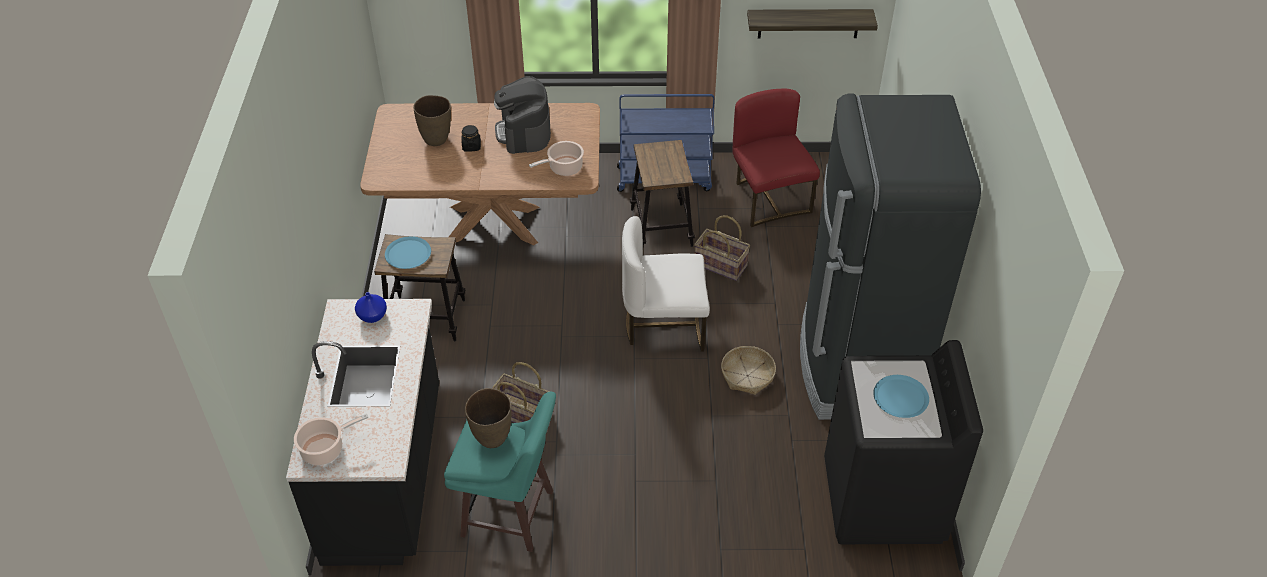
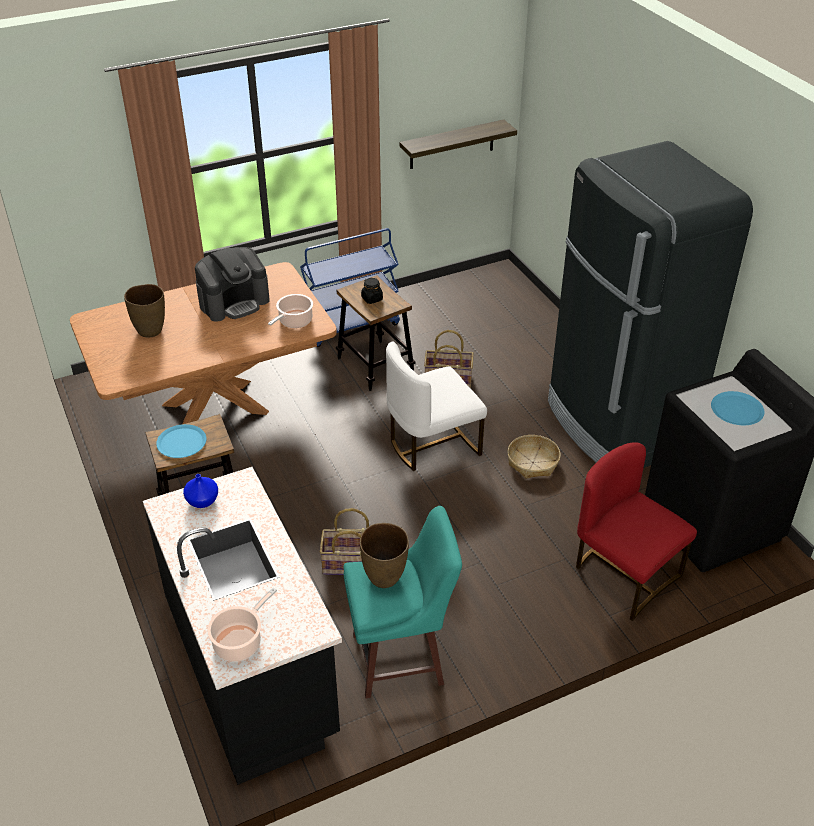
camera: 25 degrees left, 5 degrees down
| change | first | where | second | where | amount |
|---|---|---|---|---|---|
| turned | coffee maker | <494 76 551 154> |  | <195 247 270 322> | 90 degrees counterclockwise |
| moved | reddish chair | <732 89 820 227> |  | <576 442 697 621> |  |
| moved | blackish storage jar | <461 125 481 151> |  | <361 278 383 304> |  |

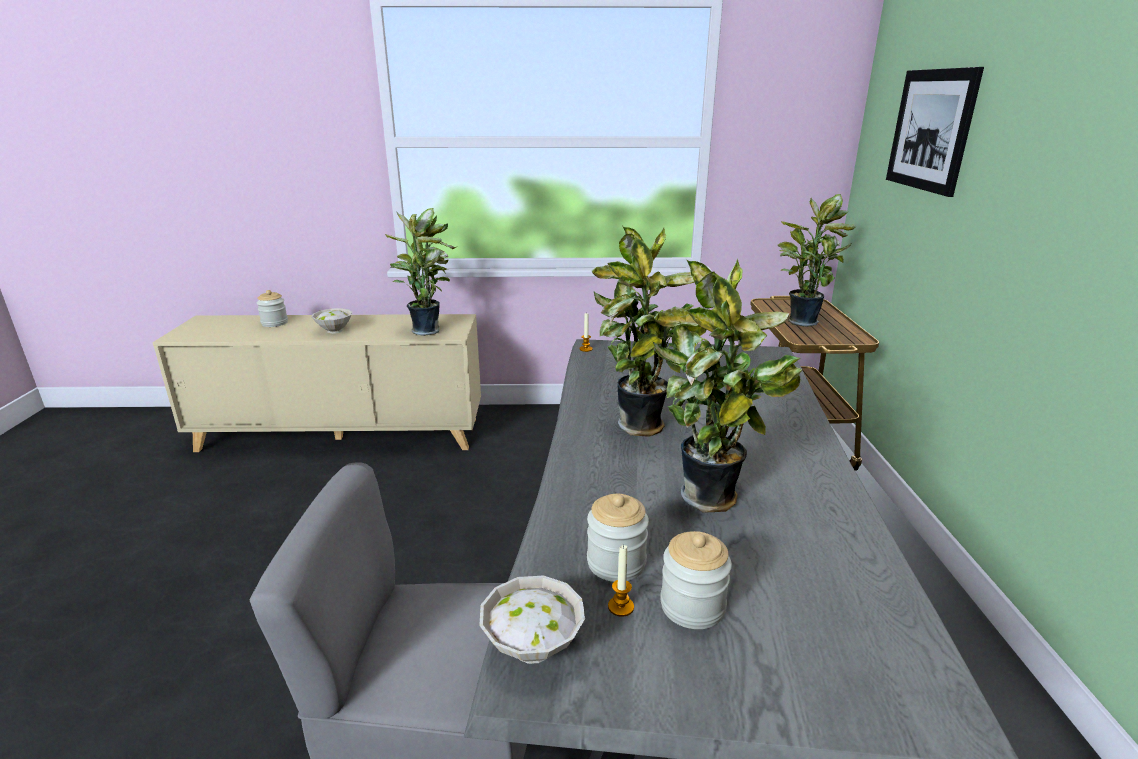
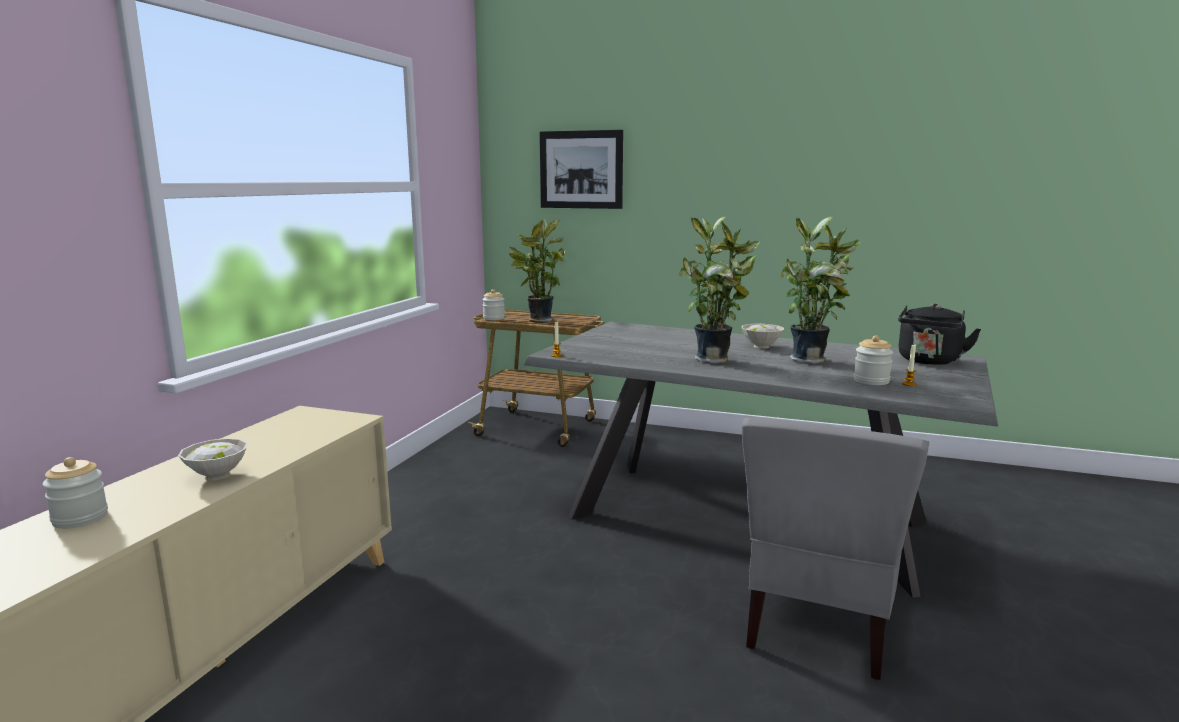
camera: 70 degrees left, 10 degrees down
| change | first | where | second | where | amount |
|---|---|---|---|---|---|
| removed | potted plant | <385 208 456 336> |  |  |  |
| moved | storage jar | <660 531 732 629> |  | <482 289 505 320> |  |
| moved | white-coloured deep dish | <479 575 585 664> |  | <741 324 784 349> |  |
| added |  |  | blackish tea kettle | <898 304 981 365> |  |

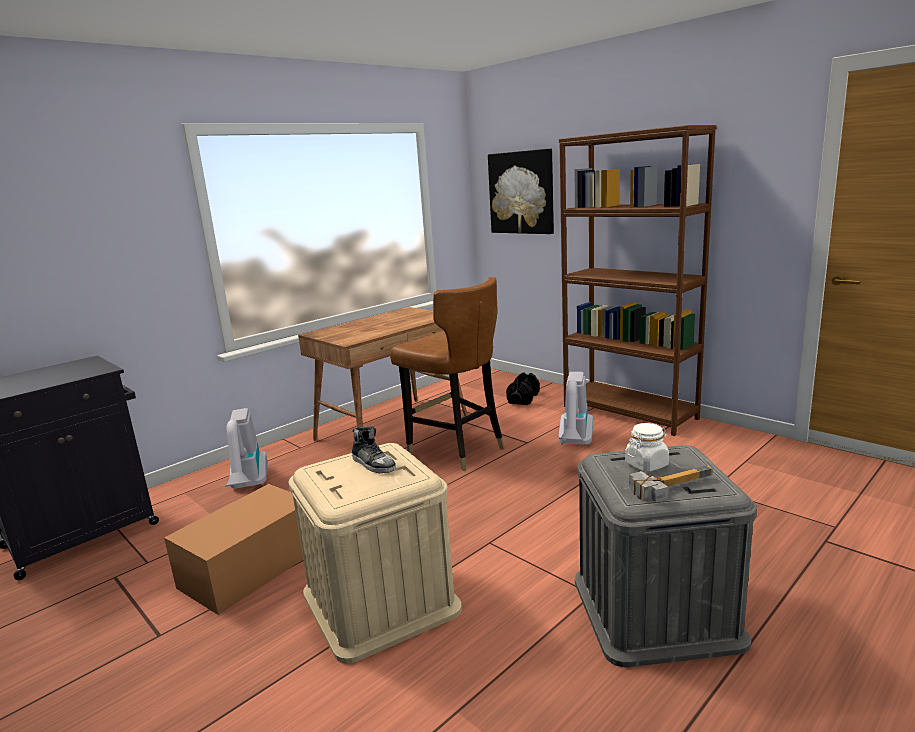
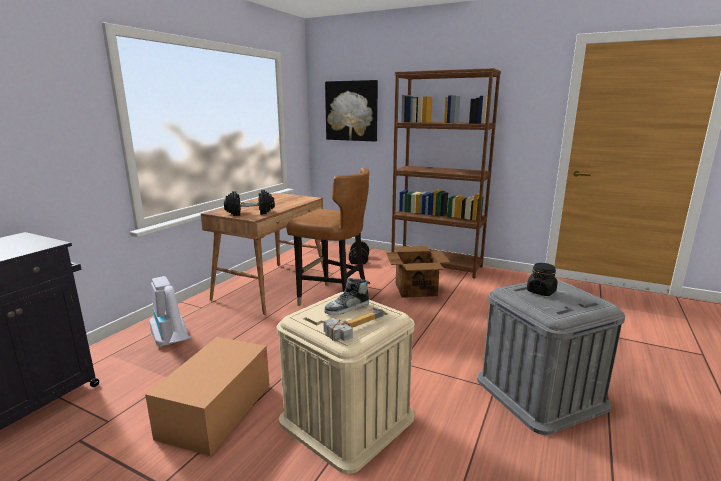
camera: 20 degrees left, 0 degrees up
| change | first | where | second | where | amount |
|---|---|---|---|---|---|
| replaced | vacuum | <558 372 593 446> | packing box | <386 246 451 298> |  |
| recoloured | white-coloured storage jar | <625 423 669 472> | blackish storage jar | <527 263 557 296> |  |
| turned | item of footwear | <352 426 396 474> |  | <324 278 370 315> | 120 degrees clockwise |
| moved | hammer | <629 465 713 502> |  | <323 309 384 341> |  |
| added |  |  | blackish hand weight | <224 190 275 216> |  |

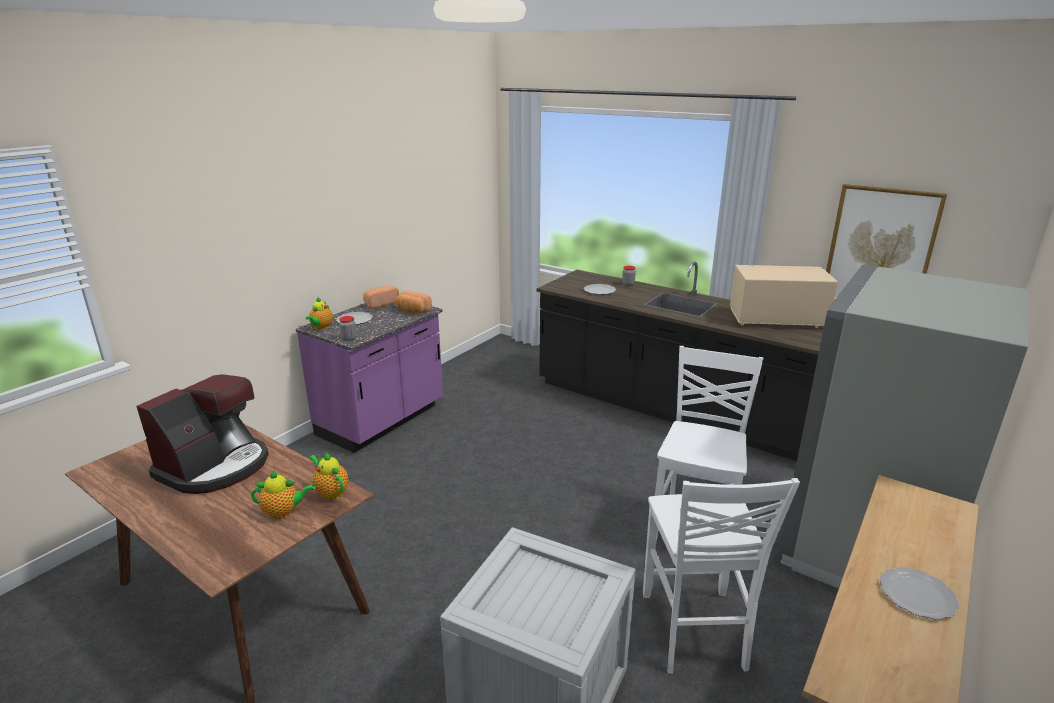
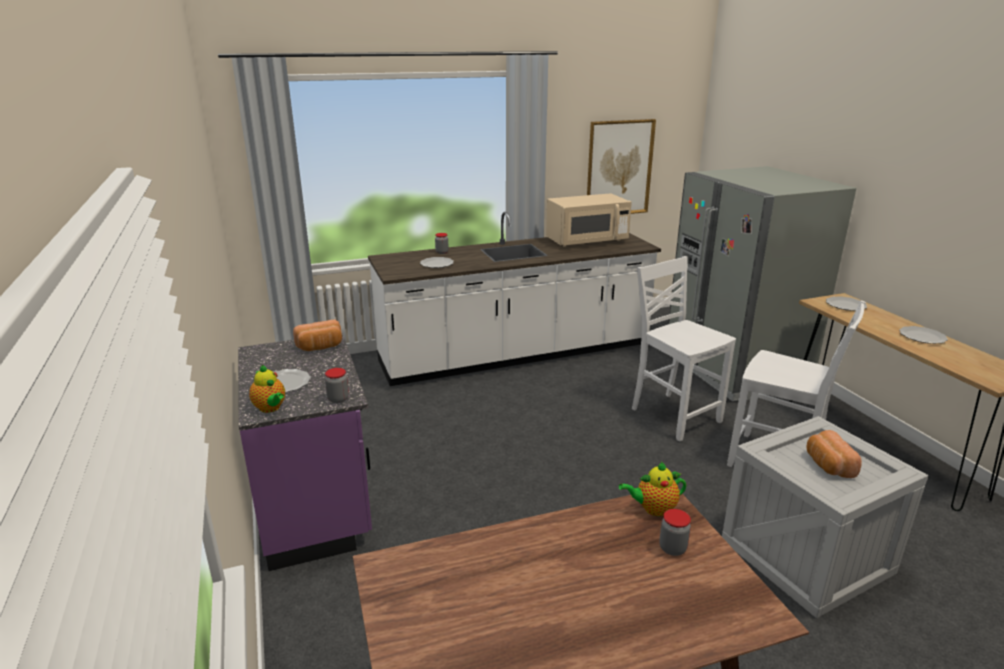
camera: 55 degrees left, 0 degrees up
| change | first | where | second | where | amount |
|---|---|---|---|---|---|
| recoloured | blackish kitchen counter | <537 262 824 461> | white-coloured kitchen counter | <368 212 661 386> |  |
| turned | sand-coloured kitchen microwave | <730 265 838 328> |  | <546 193 632 247> | 150 degrees counterclockwise |
| moved | bakery bread | <363 286 399 309> |  | <806 430 862 478> |  |
| removed | coffee maker | <136 374 269 494> |  |  |  |
| replaced | tea pot | <251 471 316 519> | storage jar | <659 509 691 556> |  |
| added |  |  | flat dish | <826 296 867 311> |  |

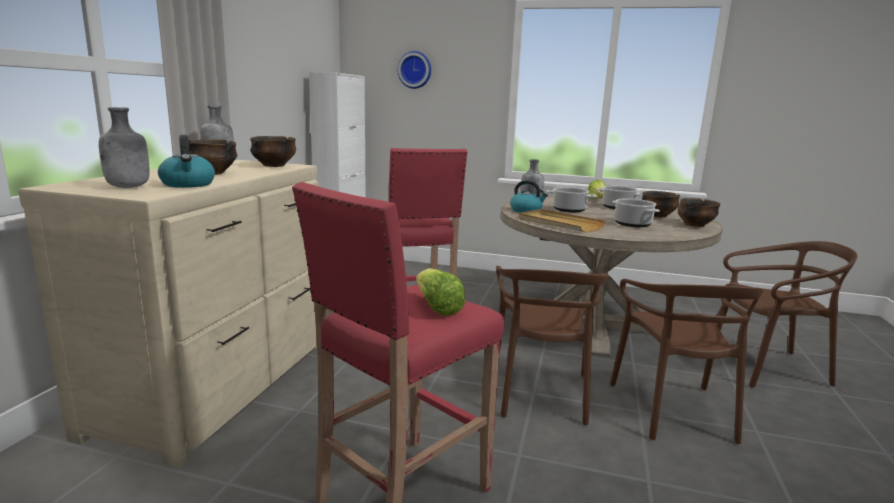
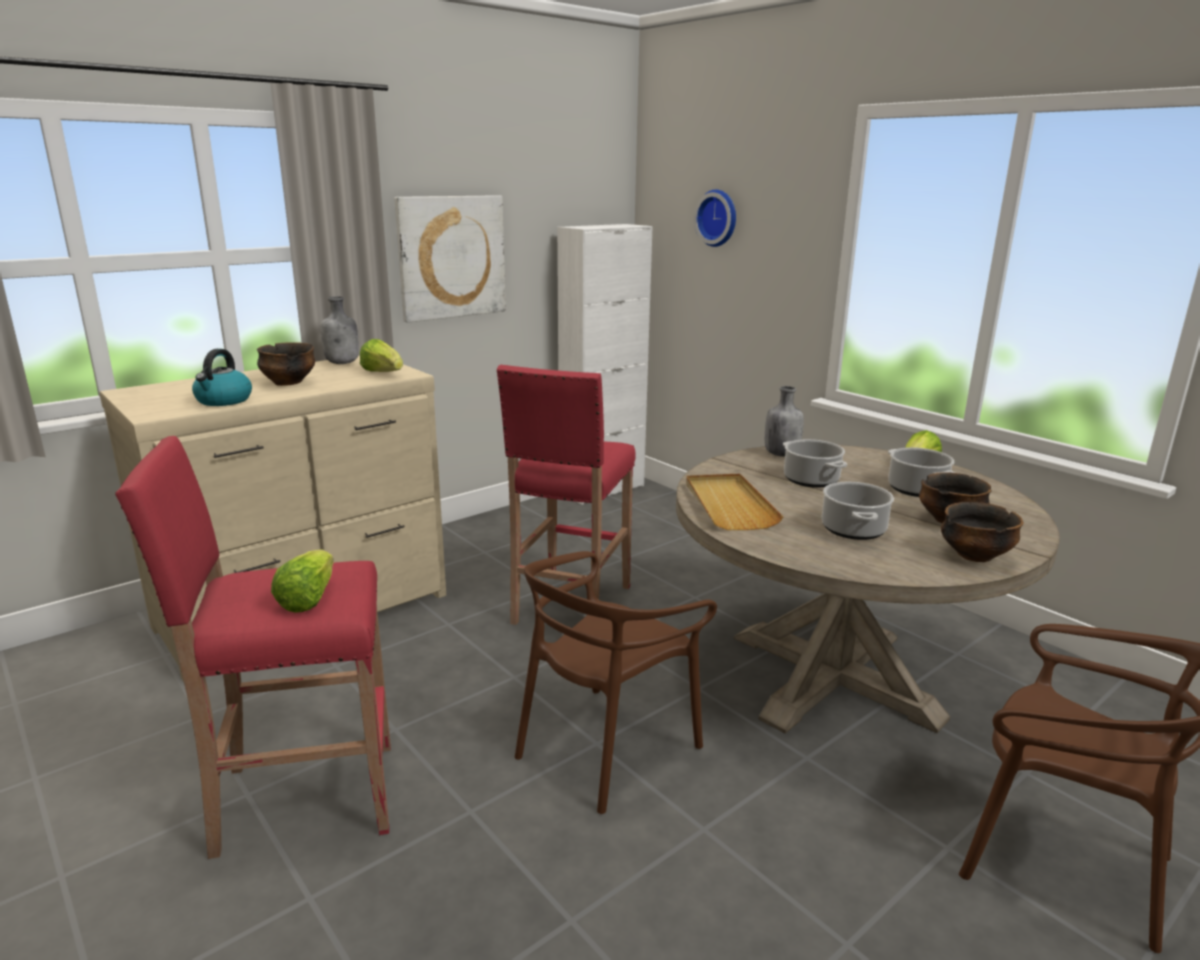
camera: 35 degrees right, 5 degrees up
| change | first | where | second | where | amount |
|---|---|---|---|---|---|
| removed | gray bottle | <99 107 150 188> |  |  |  |
| replaced | deep dish | <250 136 296 167> | lettuce | <360 339 403 372> |  |
| removed | tea kettle | <510 180 548 213> |  |  |  |
| removed | brownish chair | <610 279 764 444> |  |  |  |
| added |  |  | wall art | <394 195 506 323> |  |

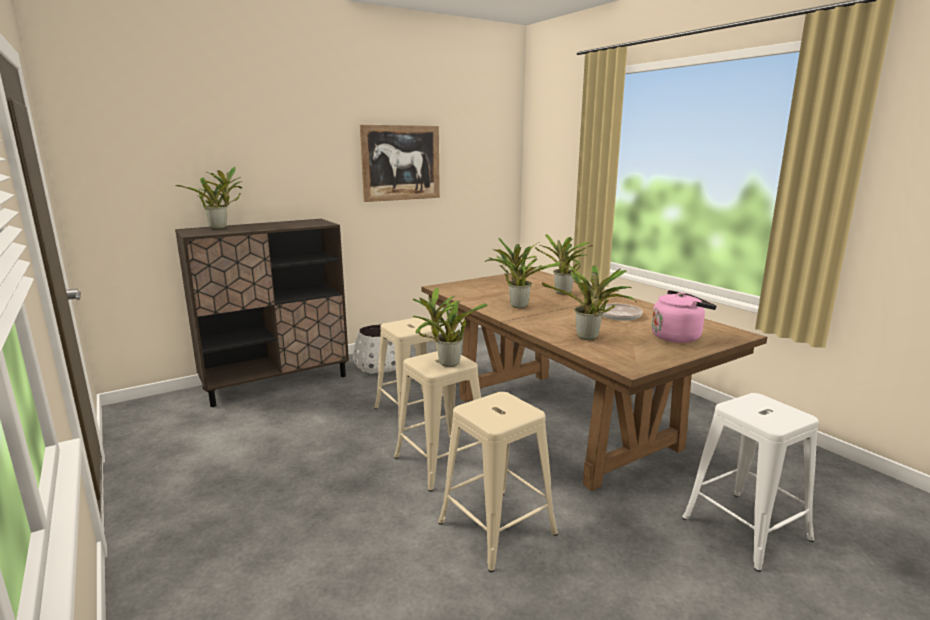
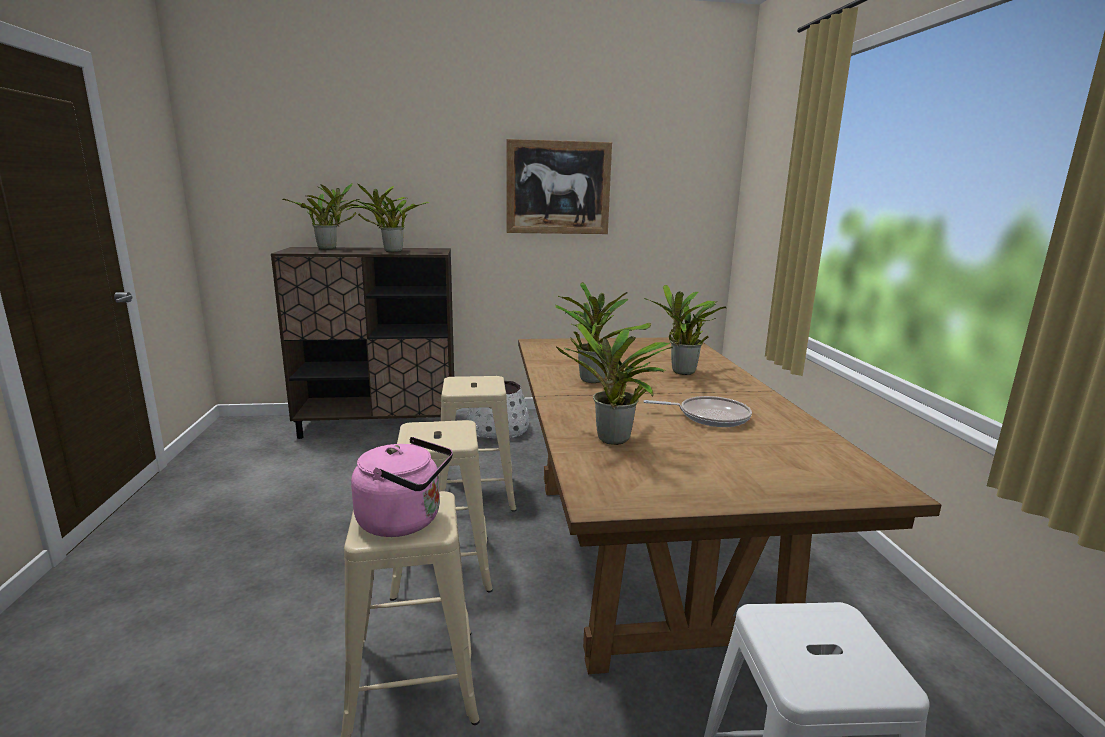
camera: 25 degrees right, 0 degrees up
| change | first | where | second | where | amount |
|---|---|---|---|---|---|
| moved | potted plant | <413 288 488 367> |  | <346 183 429 252> |  |
| moved | pink-coloured tea kettle | <652 290 717 343> |  | <351 437 453 537> |  |

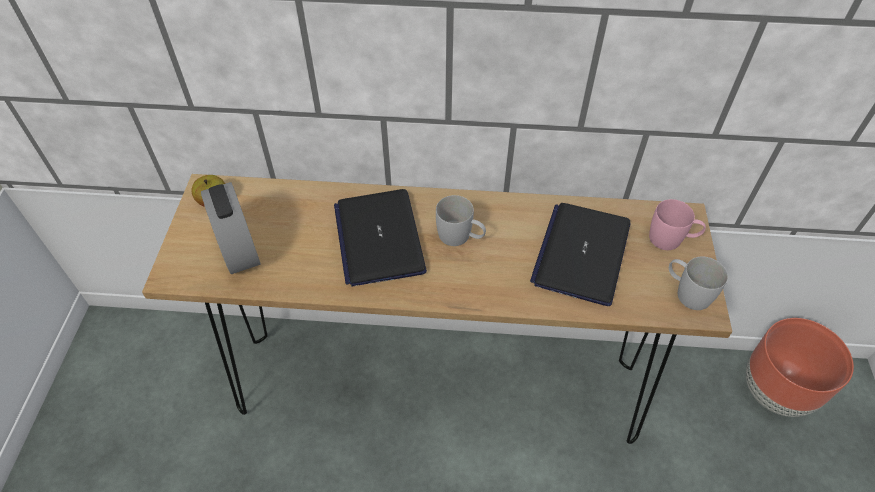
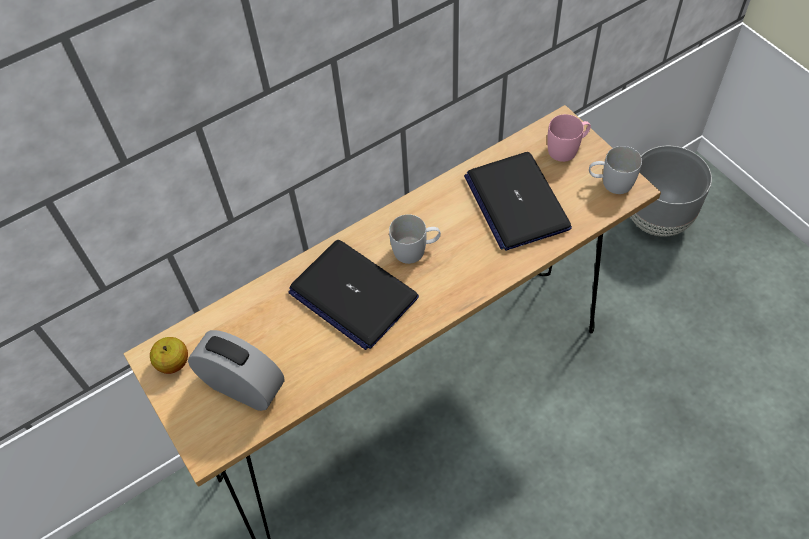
camera: 35 degrees left, 5 degrees up
| change | first | where | second | where | amount |
|---|---|---|---|---|---|
| recoloured | brownish flower pot | <746 318 854 417> | gray flower pot | <630 146 712 237> |  |

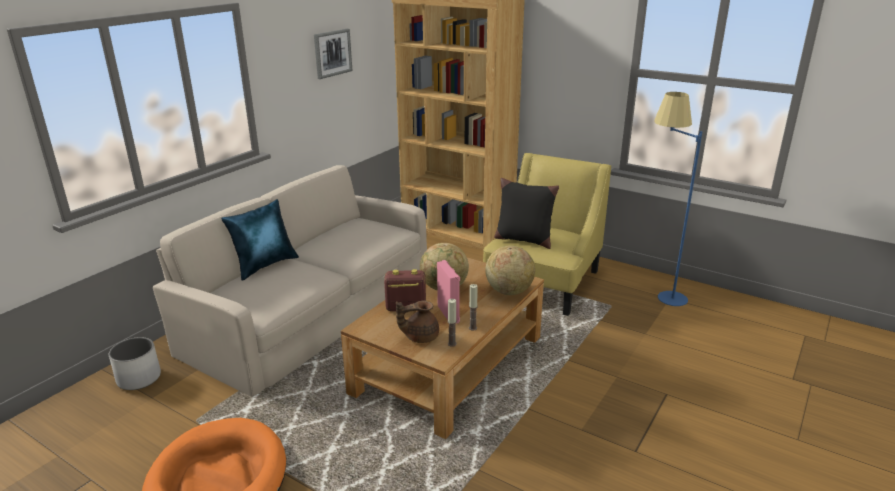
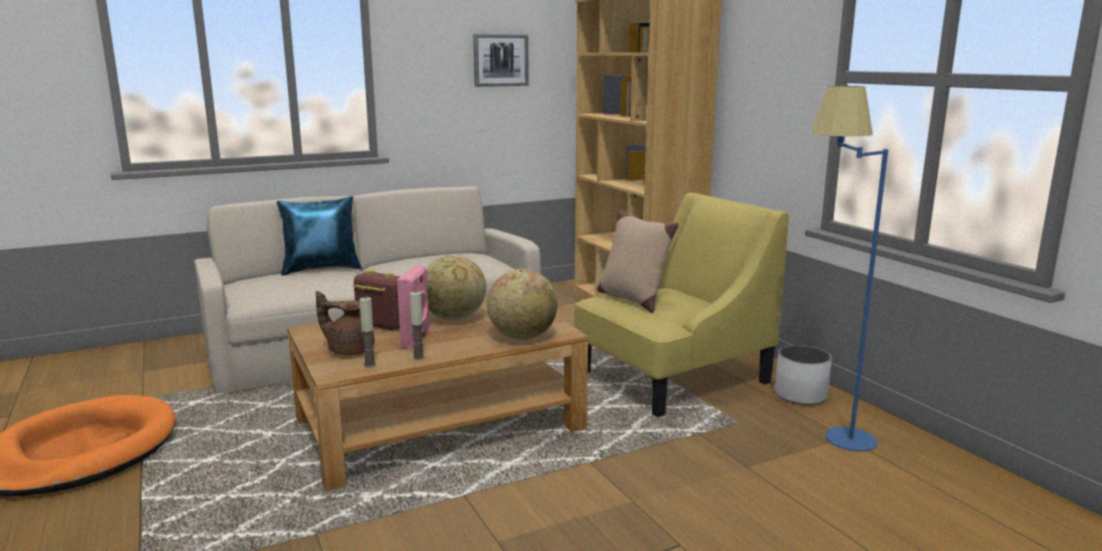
camera: 30 degrees right, 10 degrees down
| change | first | where | second | where | amount |
|---|---|---|---|---|---|
| recoloured | blackish pillow | <494 178 559 249> | sand-coloured pillow | <597 210 679 313> |  |
| moved | white-coloured flower pot | <109 337 161 390> |  | <775 345 832 405> |  |

